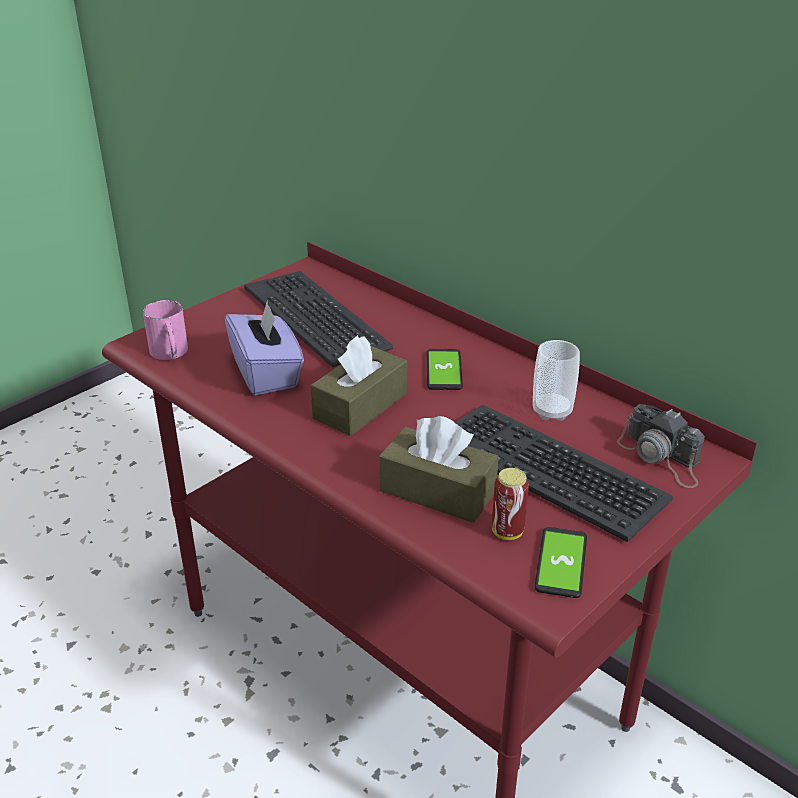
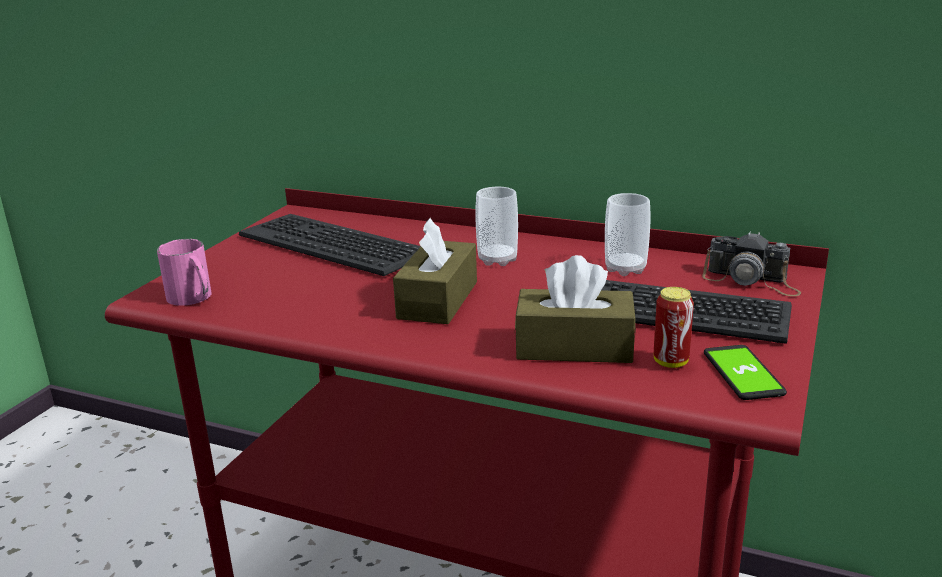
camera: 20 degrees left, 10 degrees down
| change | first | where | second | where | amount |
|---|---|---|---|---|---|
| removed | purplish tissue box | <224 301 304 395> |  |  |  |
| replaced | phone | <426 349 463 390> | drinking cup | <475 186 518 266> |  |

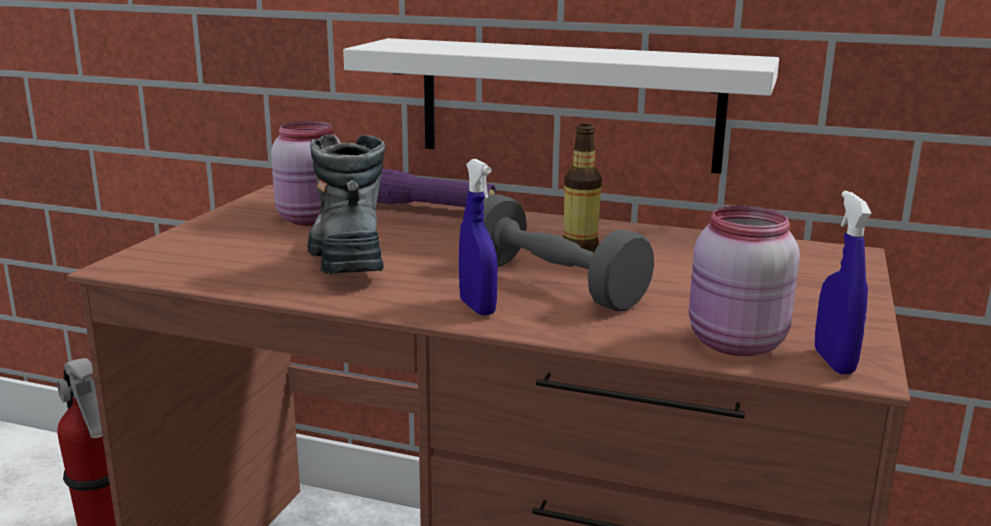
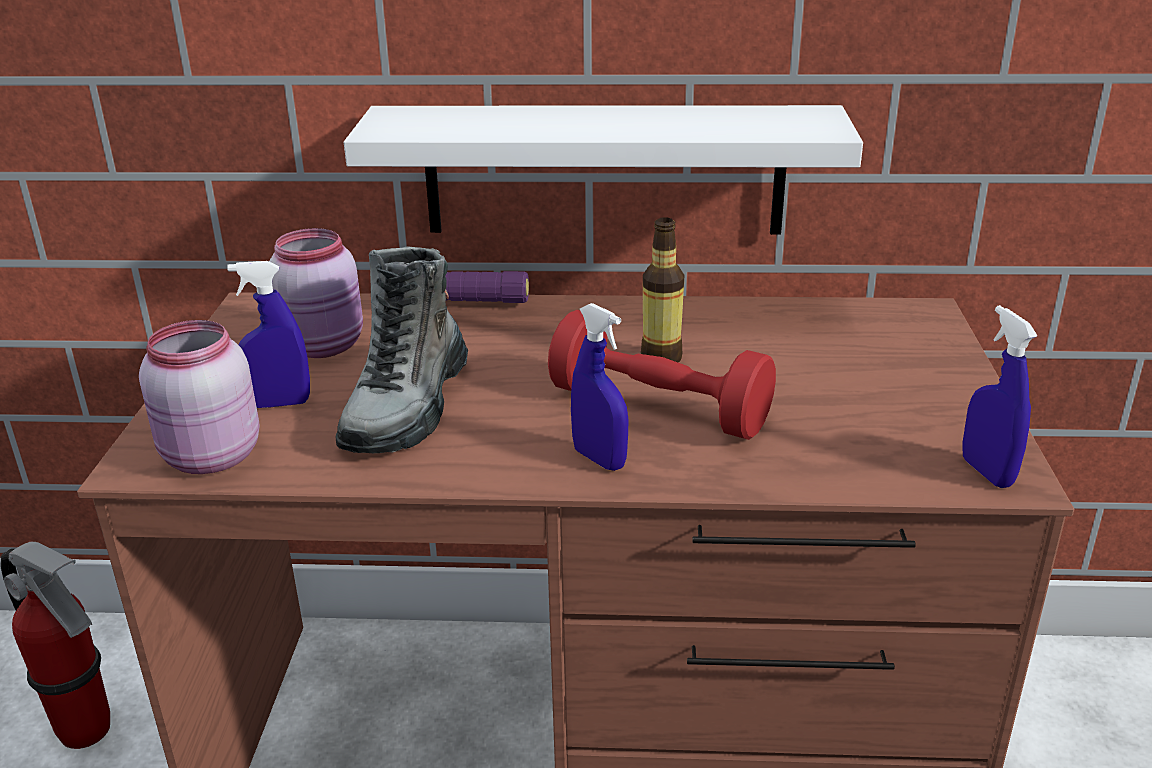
camera: 15 degrees left, 10 degrees up
| change | first | where | second | where | amount |
|---|---|---|---|---|---|
| turned | tall boot | <307 134 385 274> |  | <336 246 468 453> | 135 degrees counterclockwise |
| recoloured | gray hand weight | <483 194 654 312> | reddish hand weight | <548 310 776 440> |  |
| moved | pink-coloured storage jar | <689 206 800 356> |  | <139 320 259 474> |  |
| added |  |  | bluish hand sprayer | <227 261 310 408> |  |

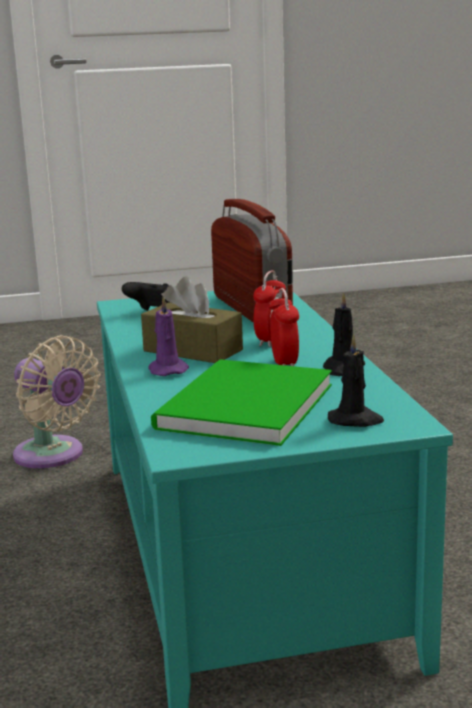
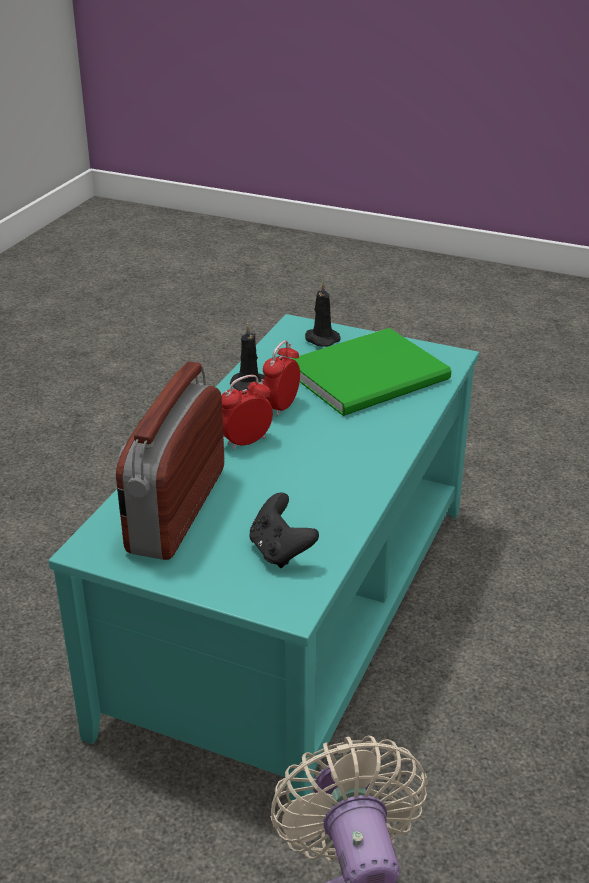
camera: 145 degrees left, 15 degrees up
| change | first | where | second | where | amount |
|---|---|---|---|---|---|
| removed | brownish tissue box | <141 276 243 363> |  |  |  |
| removed | purplish candle | <148 296 189 376> |  |  |  |

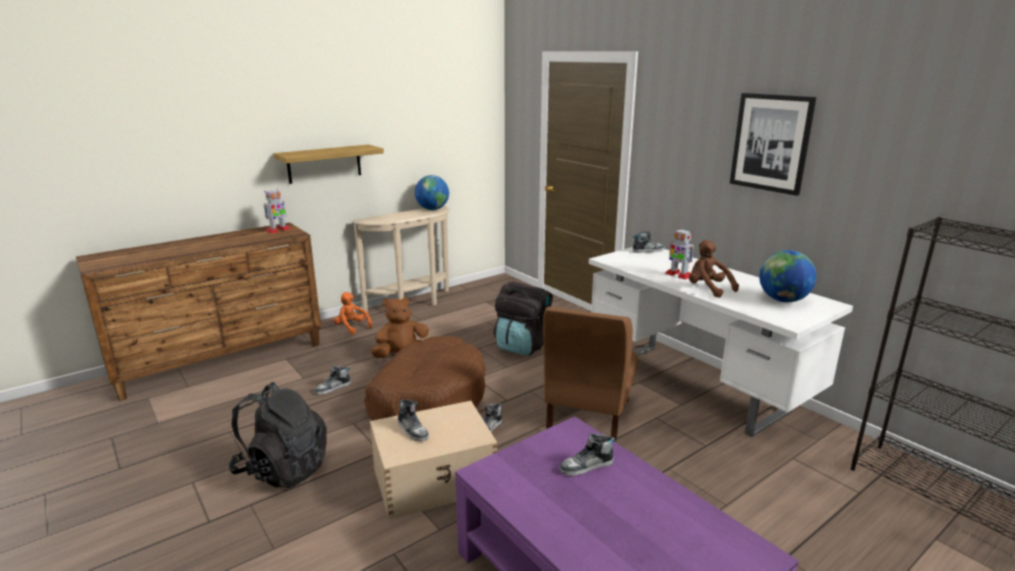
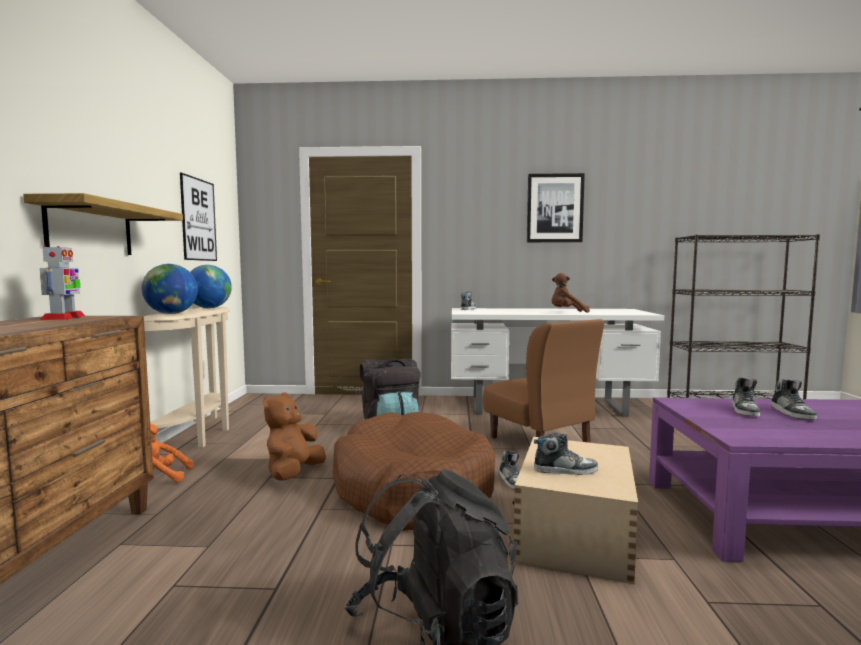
camera: 50 degrees left, 15 degrees down
| change | first | where | second | where | amount |
|---|---|---|---|---|---|
| removed | model robot | <665 228 694 280> |  |  |  |
| moved | world globe | <759 250 816 302> |  | <141 264 198 314> |  |
| moved | item of footwear | <314 366 351 395> |  | <771 379 817 419> |  |
| added |  |  | wall art | <180 173 217 261> |  |

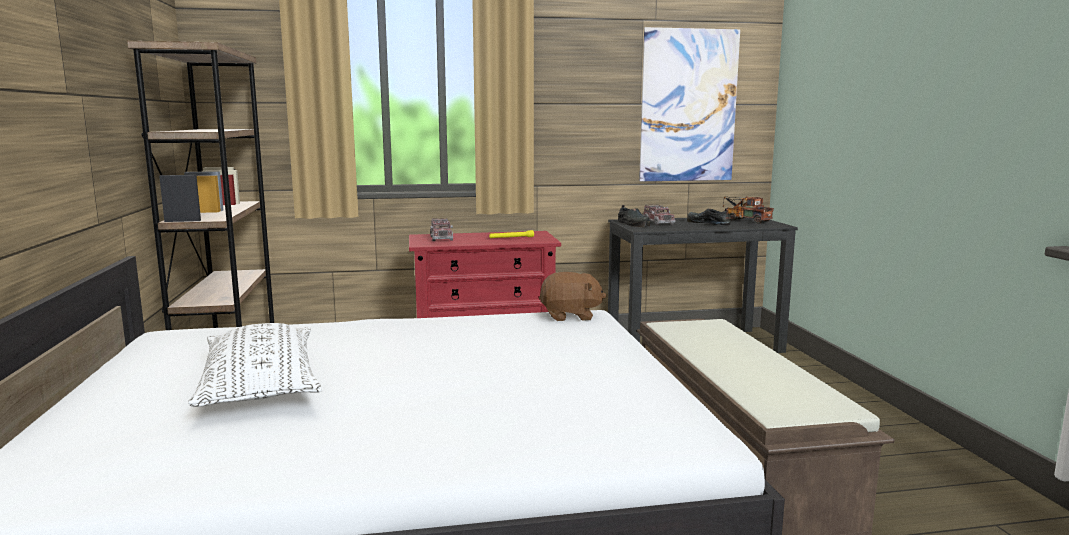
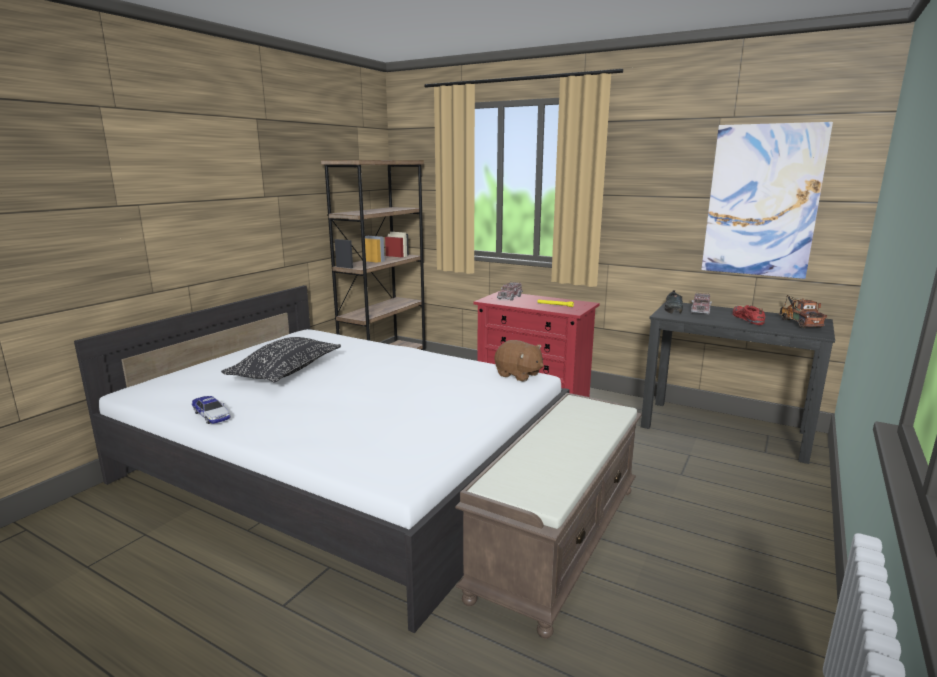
camera: 40 degrees right, 5 degrees up
| change | first | where | second | where | amount |
|---|---|---|---|---|---|
| recoloured | blackish item of footwear | <687 208 731 226> | reddish item of footwear | <732 305 765 325> |  |
| recoloured | white-coloured pillow | <188 323 322 407> | blackish pillow | <221 337 341 382> |  |
| added |  |  | miniature car | <192 396 231 424> |  |

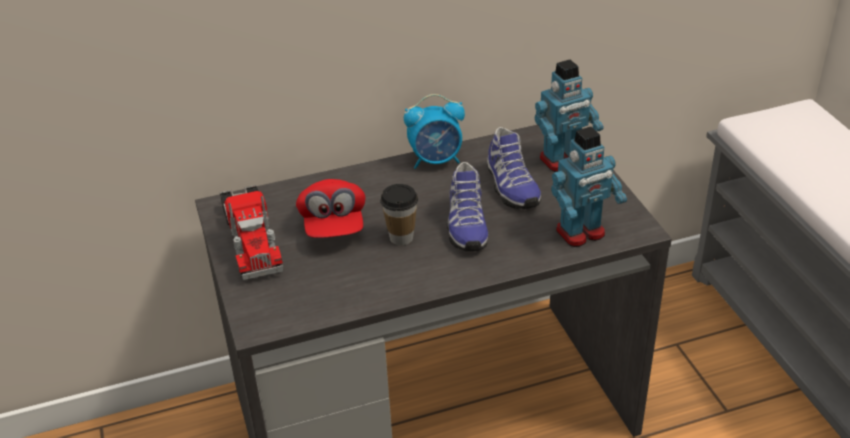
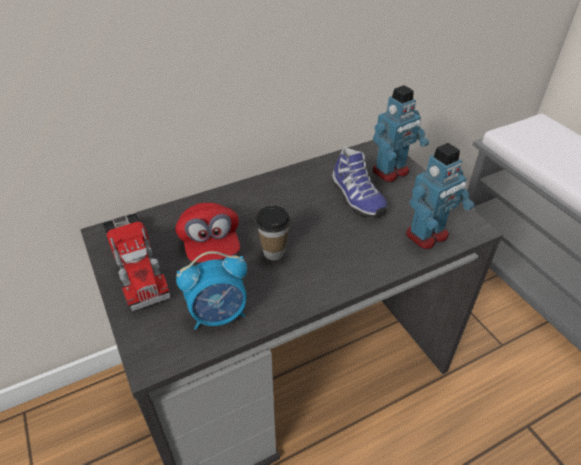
camera: 10 degrees left, 5 degrees up
| change | first | where | second | where | amount |
|---|---|---|---|---|---|
| moved | table clock | <404 94 465 169> |  | <176 251 247 330> |  |
| removed | item of footwear | <447 162 488 251> |  |  |  |

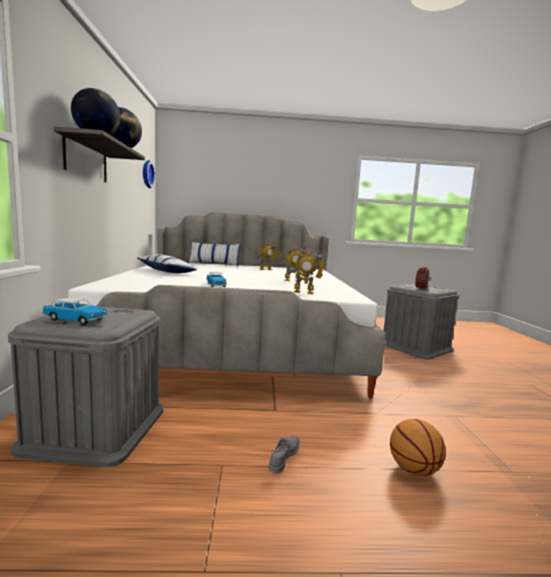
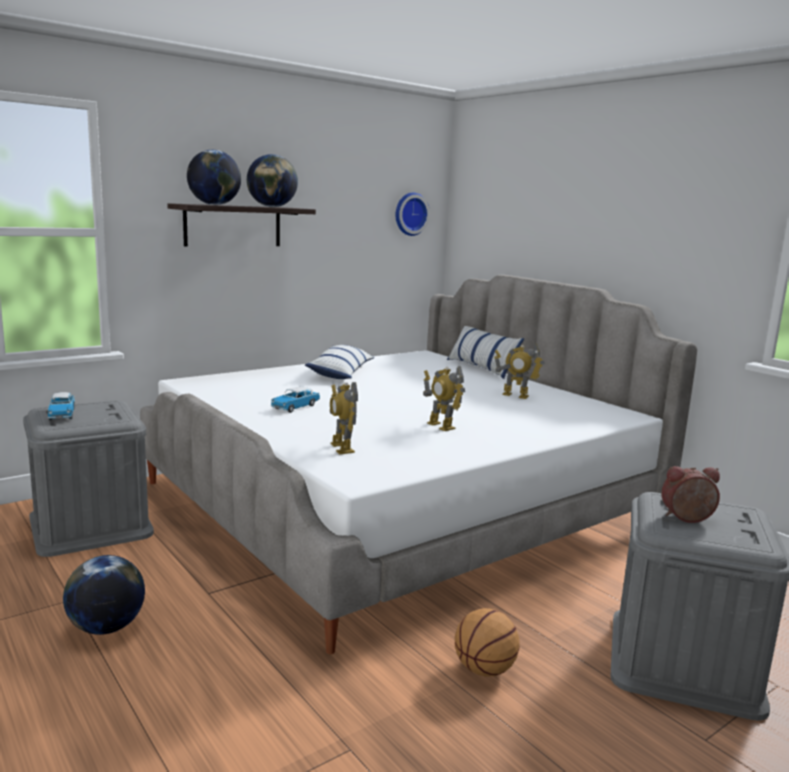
camera: 55 degrees right, 5 degrees up
| change | first | where | second | where | amount |
|---|---|---|---|---|---|
| moved | basketball ball | <390 419 446 476> |  | <455 608 520 676> |  |
| replaced | gray item of footwear | <268 436 300 474> | world globe | <63 555 145 635> |  |

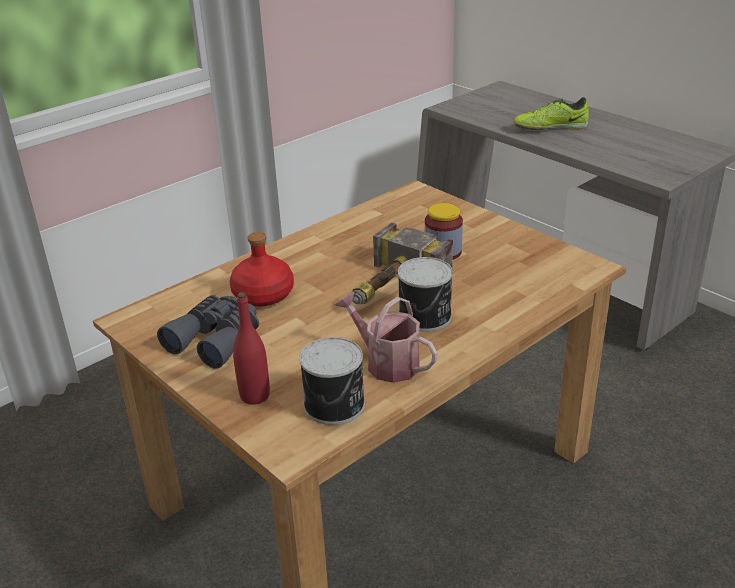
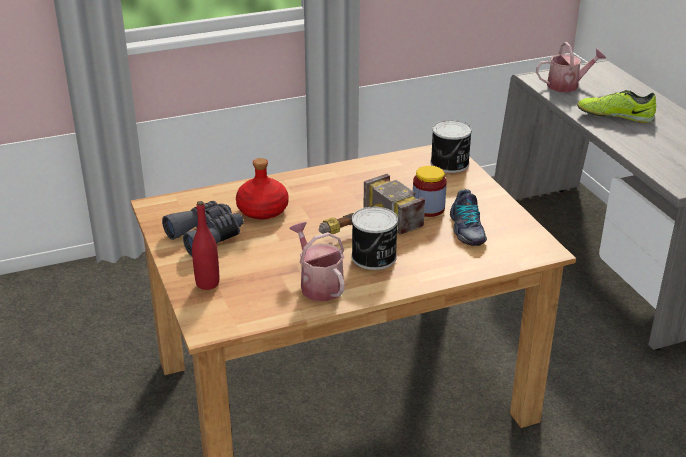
camera: 20 degrees right, 0 degrees up
| change | first | where | second | where | amount |
|---|---|---|---|---|---|
| moved | sealed can | <299 337 365 425> |  | <431 120 472 173> |  |
| added |  |  | watering can | <536 42 606 92> |  |
| added |  |  | item of footwear | <450 189 487 246> |  |

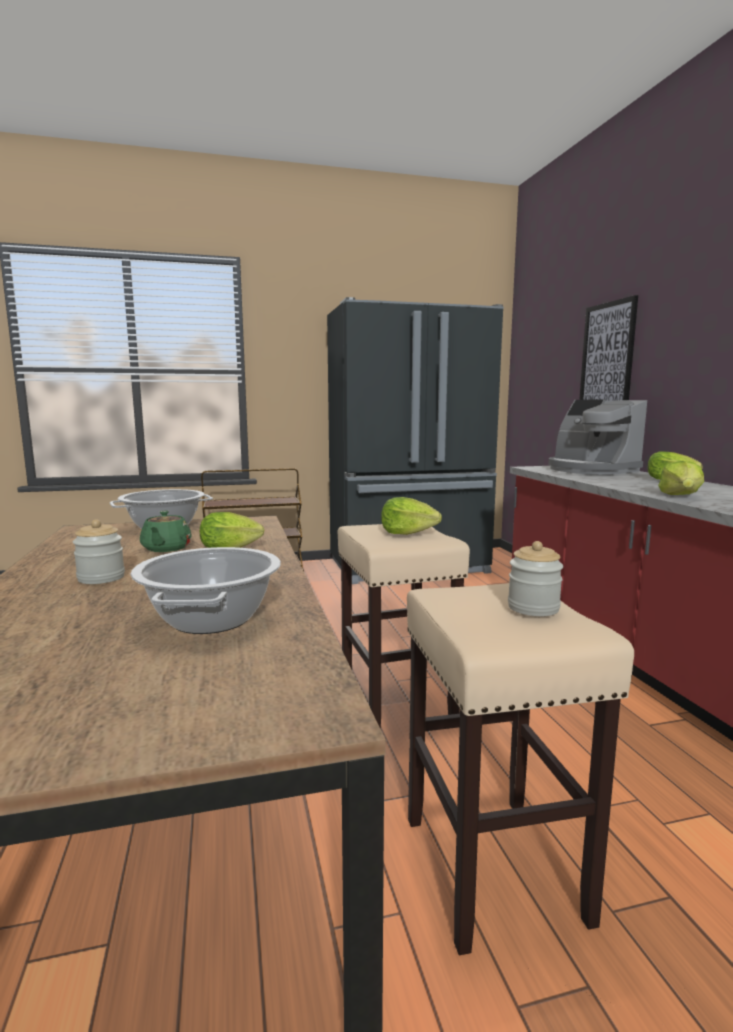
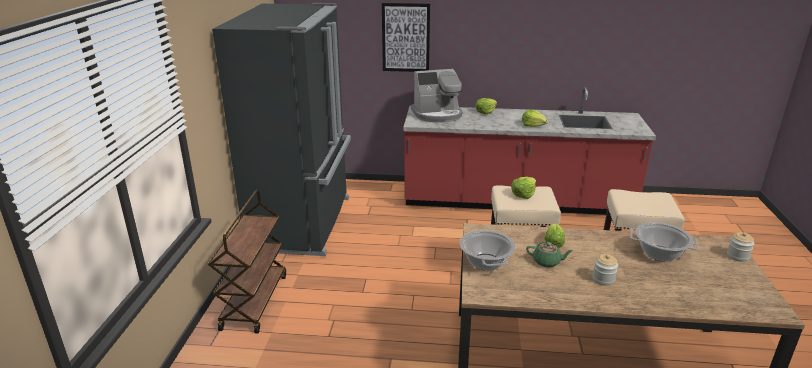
camera: 70 degrees left, 15 degrees up
| change | first | where | second | where | amount |
|---|---|---|---|---|---|
| moved | storage jar | <508 541 563 616> |  | <727 232 755 262> |  |

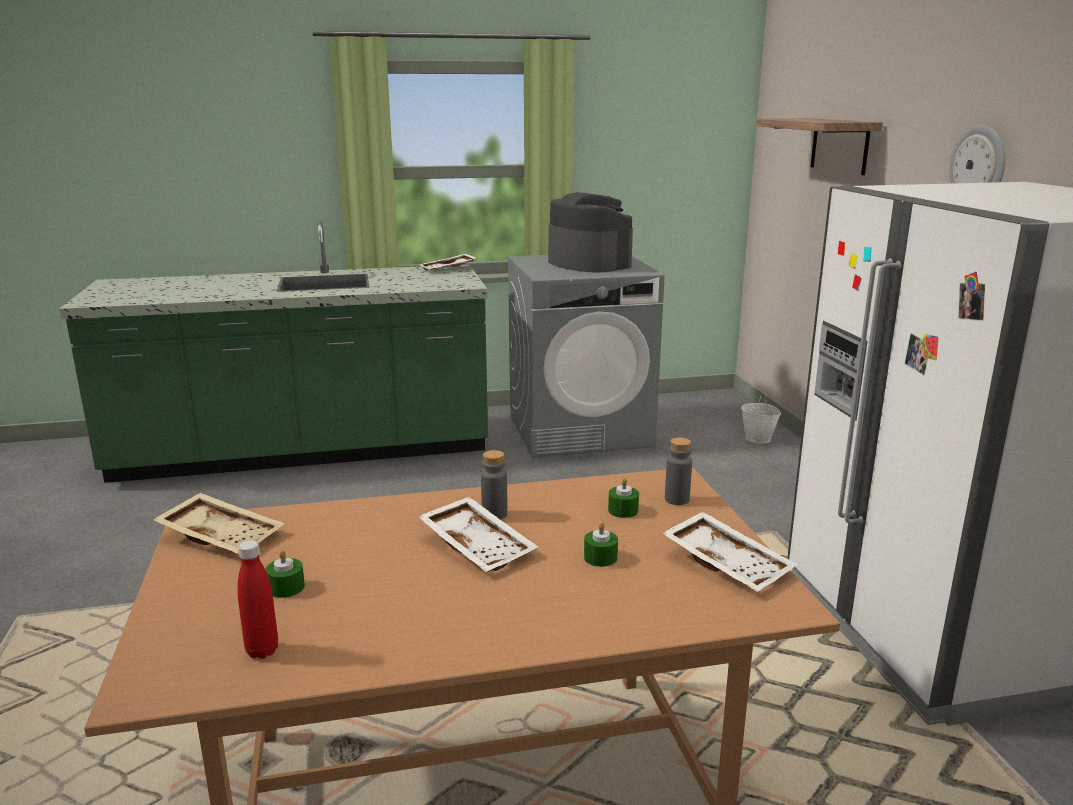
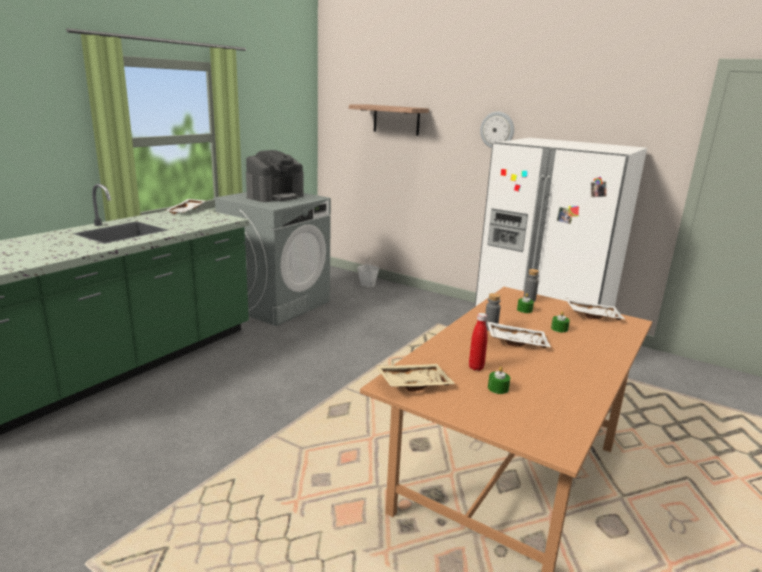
camera: 45 degrees left, 0 degrees up
| change | first | where | second | where | amount |
|---|---|---|---|---|---|
| turned | coffee maker | <548 192 633 272> |  | <246 150 304 202> | 120 degrees clockwise |
| moved | reddish bottle | <237 540 278 659> |  | <469 313 487 371> |  |

